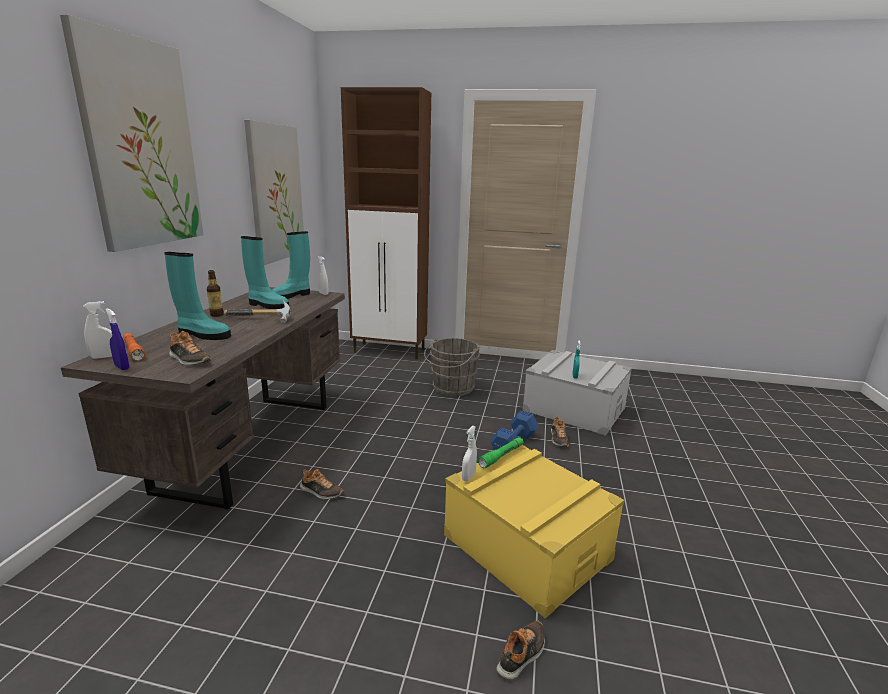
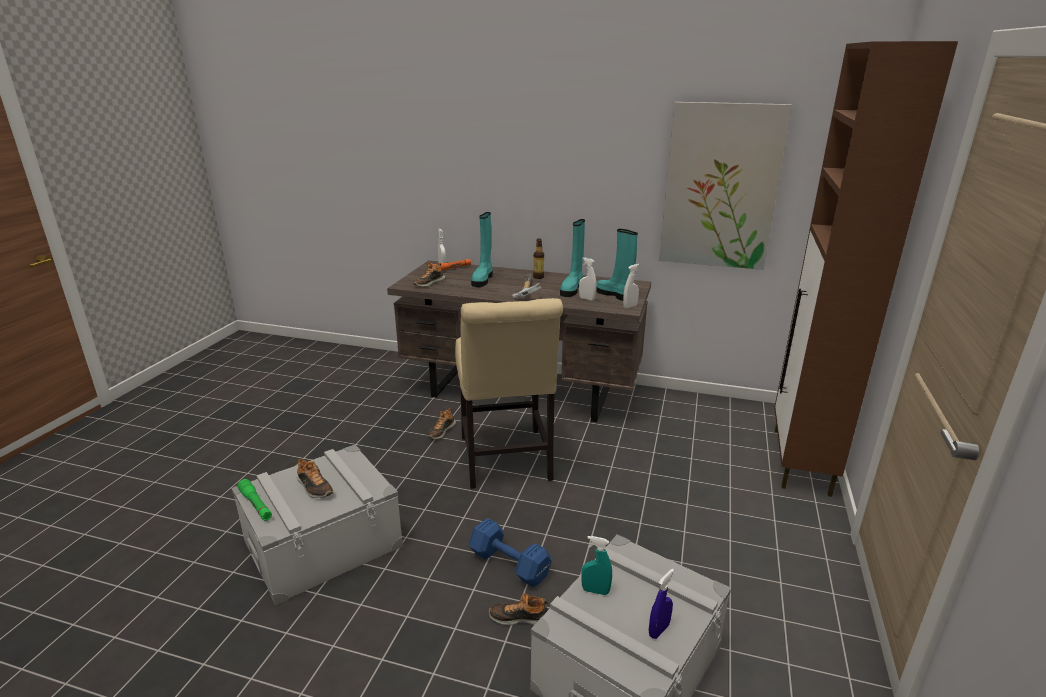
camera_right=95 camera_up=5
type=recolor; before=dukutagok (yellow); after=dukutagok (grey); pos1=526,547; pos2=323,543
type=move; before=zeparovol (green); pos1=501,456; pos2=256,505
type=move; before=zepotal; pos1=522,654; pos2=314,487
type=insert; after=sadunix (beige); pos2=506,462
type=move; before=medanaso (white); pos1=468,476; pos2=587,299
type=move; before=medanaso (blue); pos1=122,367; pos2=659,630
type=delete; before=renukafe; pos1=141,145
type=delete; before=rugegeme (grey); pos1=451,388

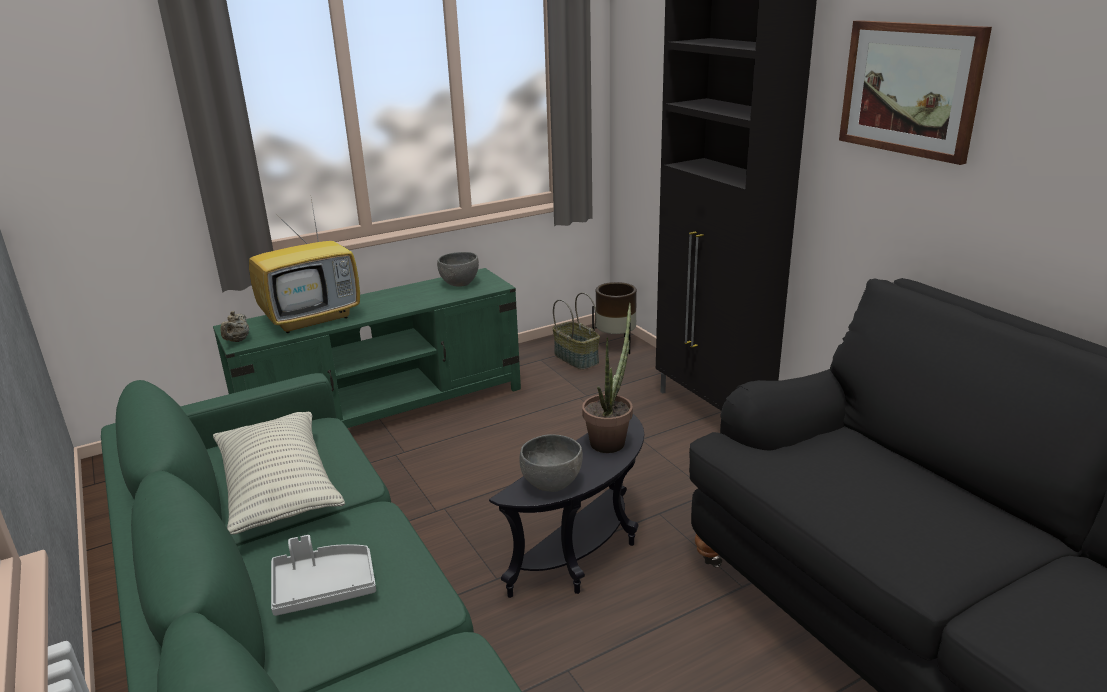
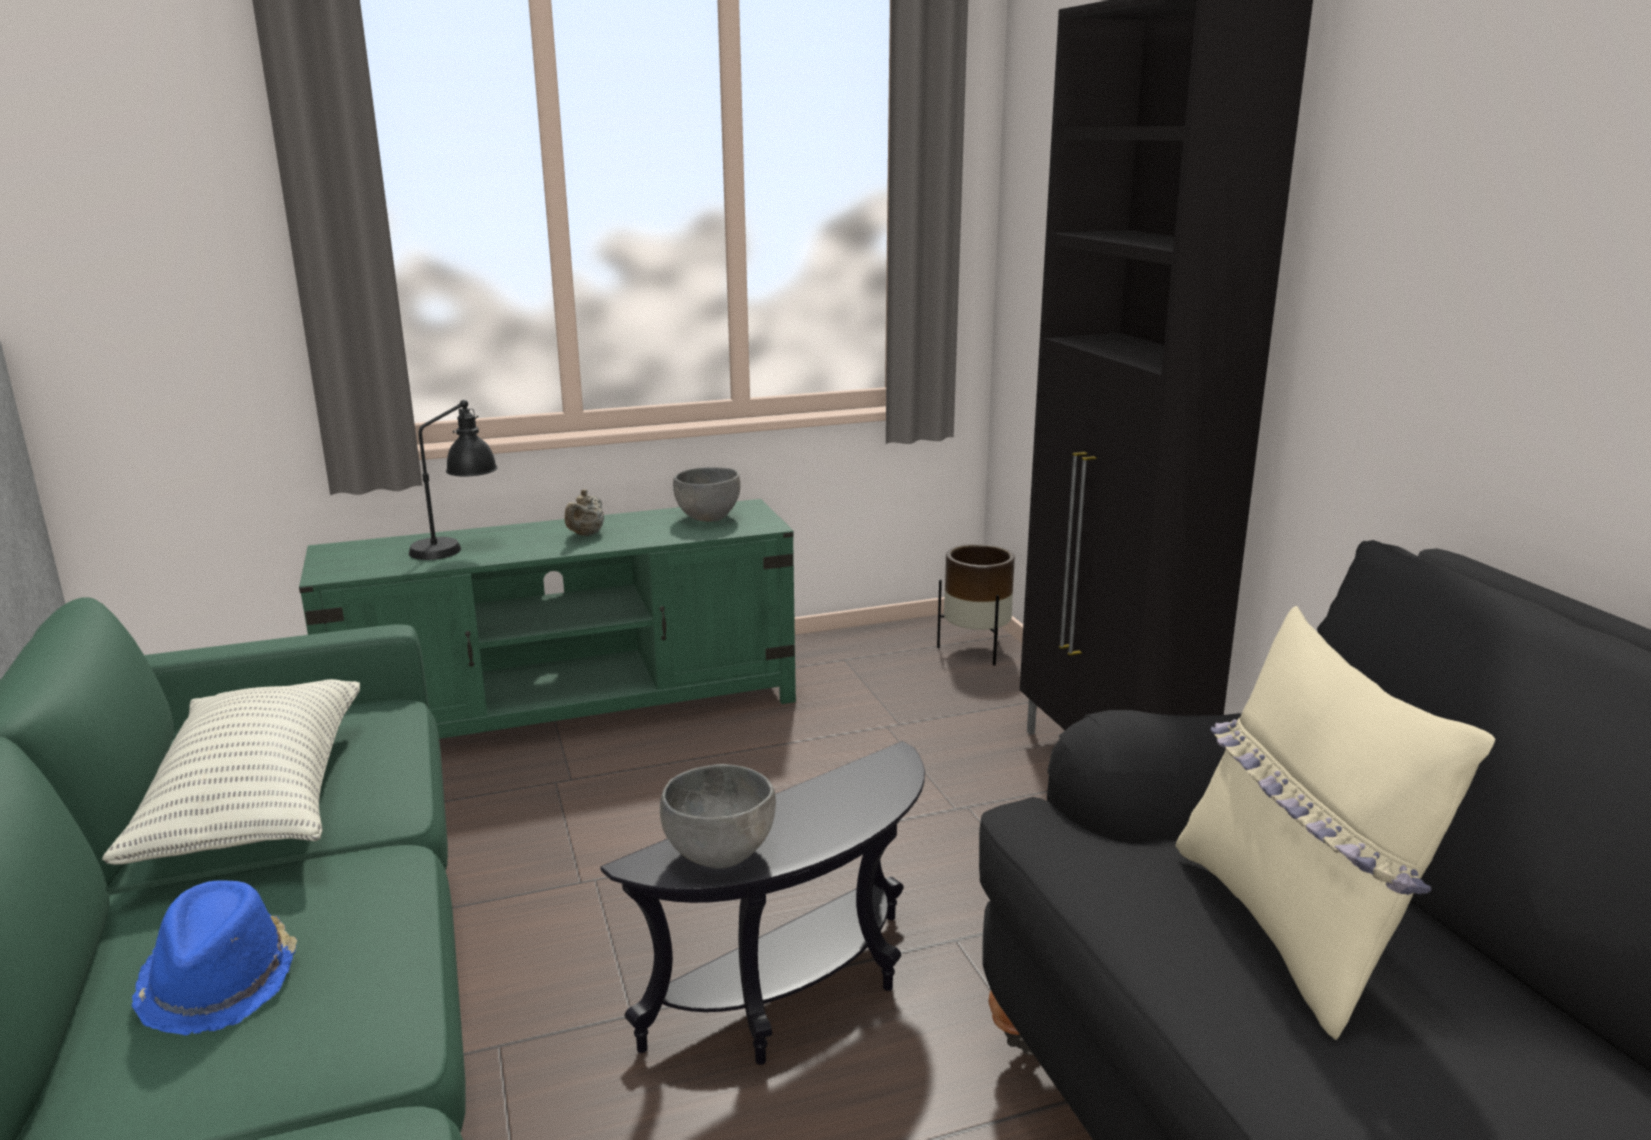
camera_right=10 camera_up=-5
type=replace; before=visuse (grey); after=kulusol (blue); pos1=324,587; pos2=221,981
type=replace; before=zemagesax; after=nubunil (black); pos1=313,318; pos2=458,548
type=move; before=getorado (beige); pos1=237,340; pos2=586,534
type=insert; after=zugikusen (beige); pos2=1291,928
type=delete; before=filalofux; pos1=577,358
type=delete; before=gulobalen; pos1=610,439
type=delete; before=renukafe; pos1=910,89

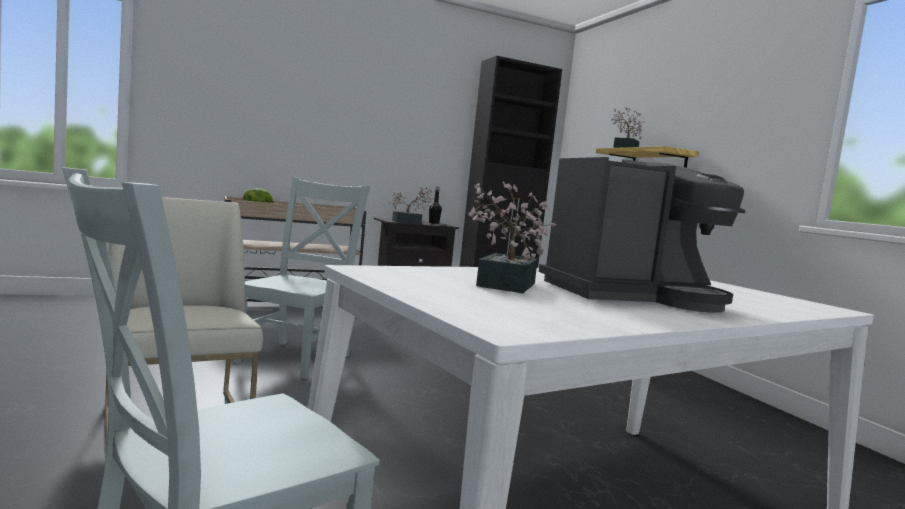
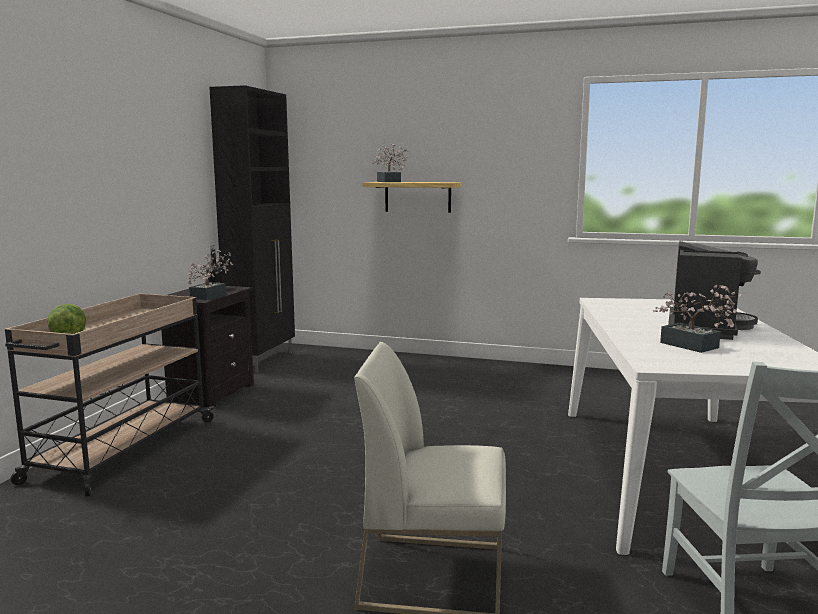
camera_right=-50 camera_up=5
type=delete; before=sadunix (grey); pos1=297,358

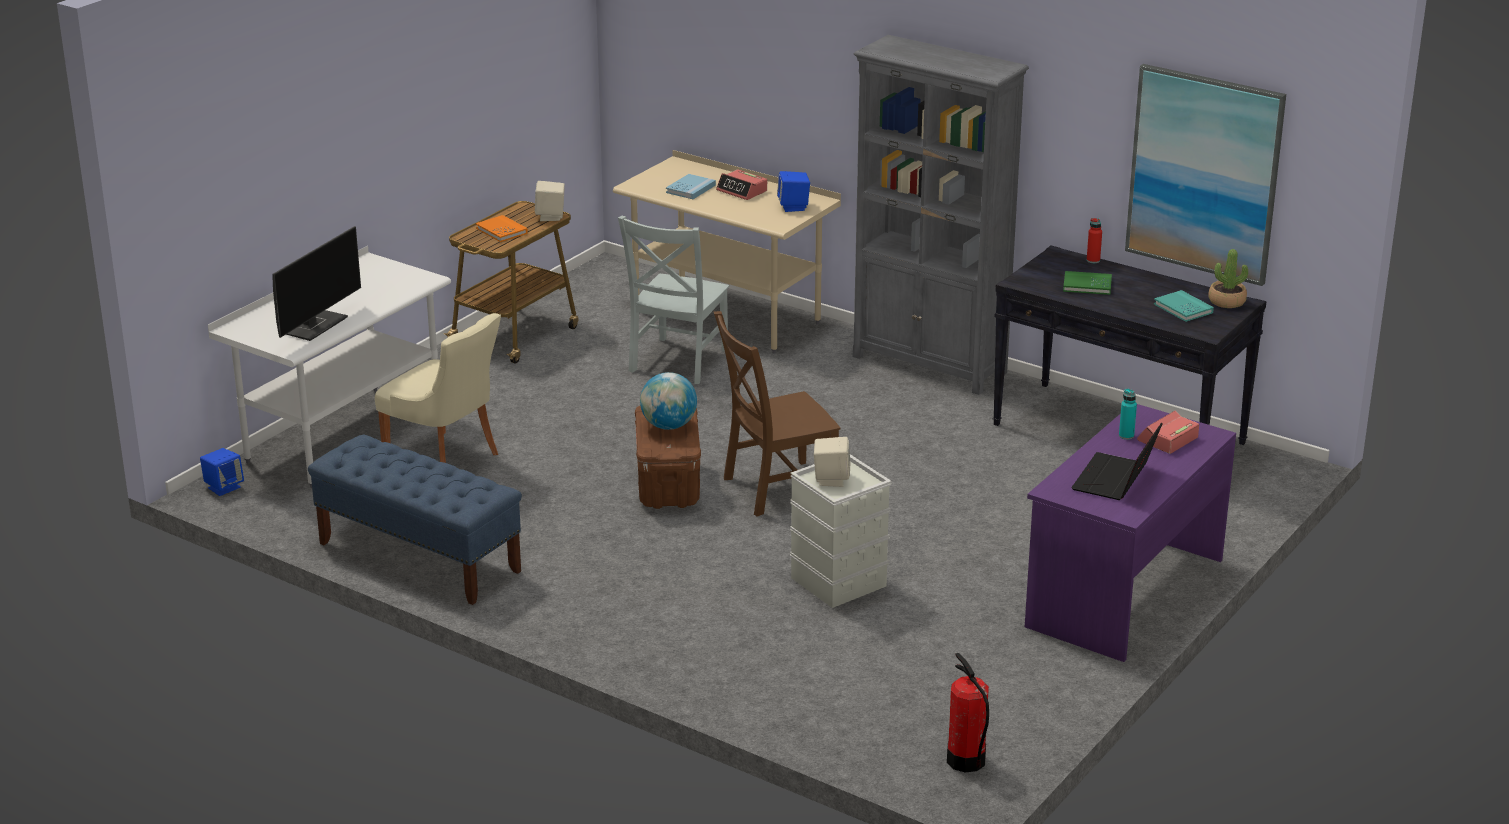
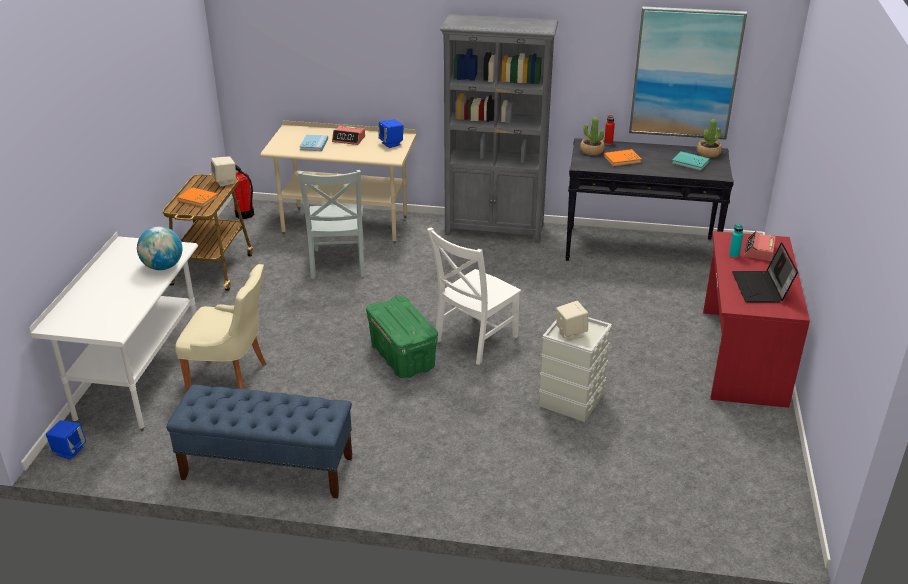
camera_right=-25 camera_up=5
type=move; before=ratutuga; pos1=669,426; pos2=163,267
type=move; before=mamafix; pos1=966,761; pos2=244,214
type=recolor; before=dukutagok (brown); after=dukutagok (green); pos1=667,485; pos2=402,356
type=recolor; before=sadunix (brown); after=sadunix (white); pos1=775,489; pos2=473,340
type=insert; after=gulobalen; pos2=591,151
type=recolor; before=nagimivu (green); after=nagimivu (orange); pos1=1087,285; pos2=622,159
type=recolor; before=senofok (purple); after=senofok (red); pos1=1123,592; pos2=741,356
type=delete; before=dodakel; pos1=314,325

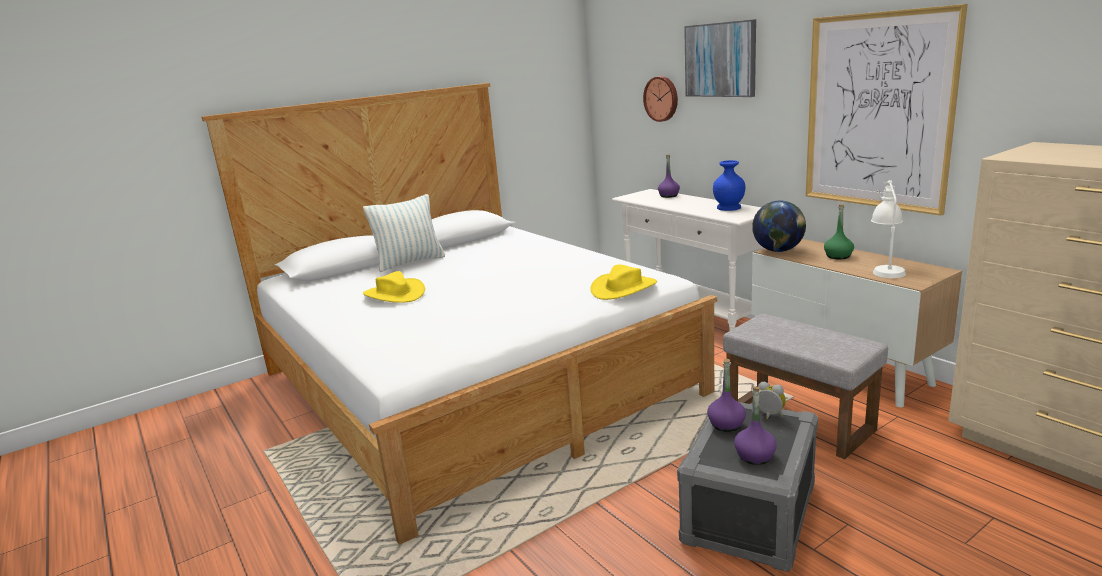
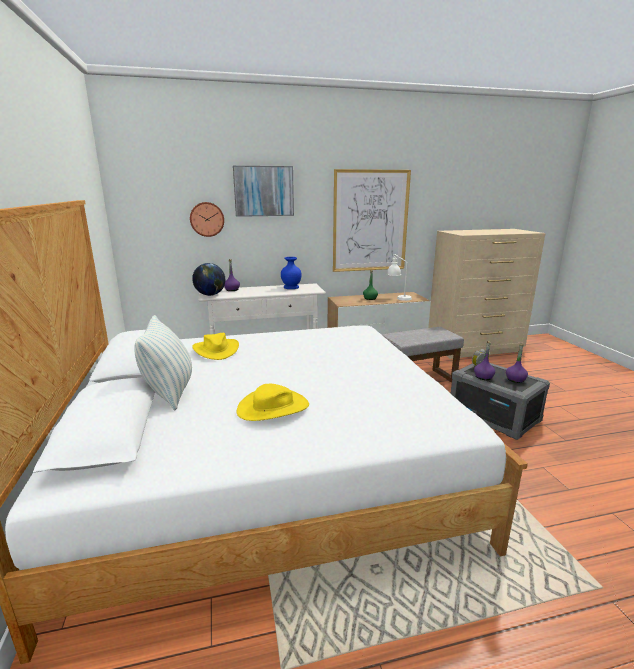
camera_right=-70 camera_up=0
type=move; before=ratutuga; pos1=778,251; pos2=210,295
type=move; before=kulusol (yellow); pos1=623,288; pos2=216,350

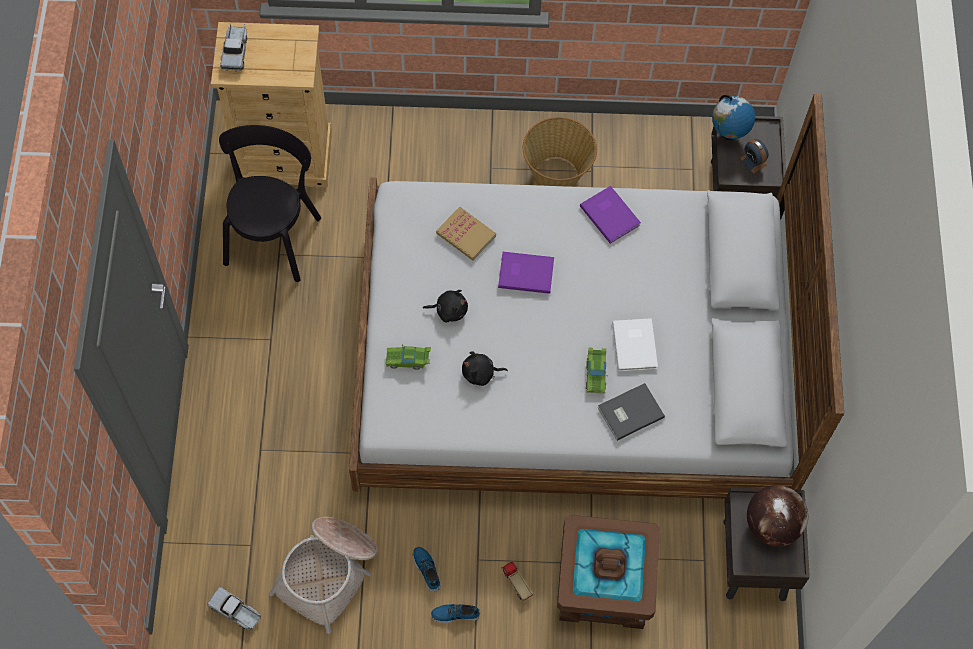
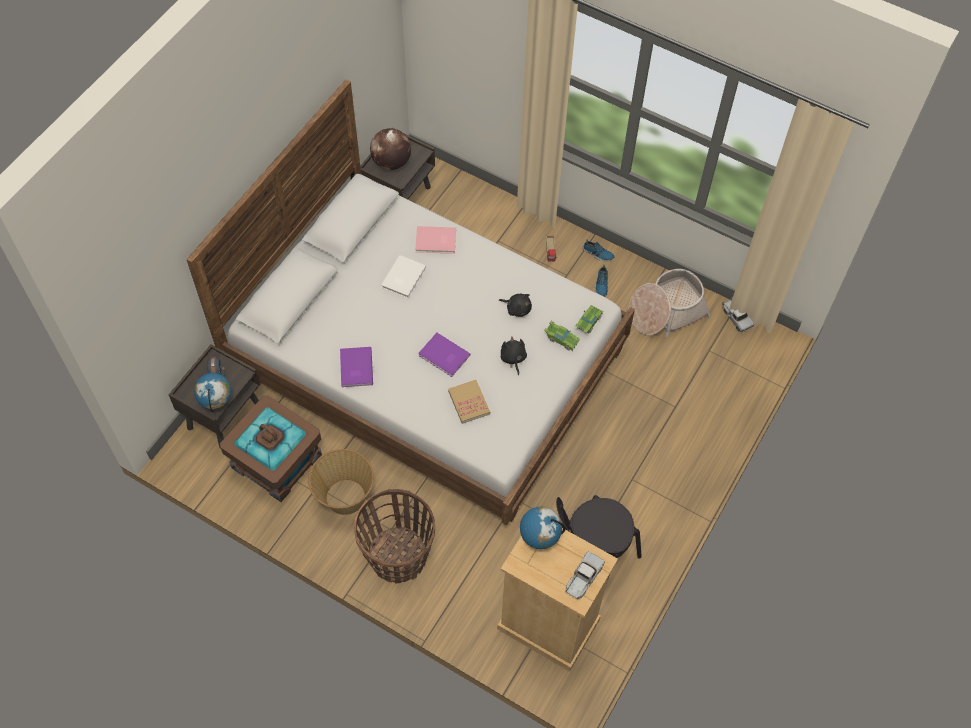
camera_right=-150 camera_up=-5
type=move; before=dukutagok (brown); pos1=603,584; pos2=277,461
type=insert; after=filalofux; pos2=398,556
type=recolor; before=nagimivu (grey); after=nagimivu (pink); pos1=629,412; pos2=436,241
type=rotate; before=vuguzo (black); pos1=449,310; pos2=513,359; turn=45
type=insert; after=ratutuga; pos2=539,539
type=move; before=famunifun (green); pos1=595,374; pos2=588,323

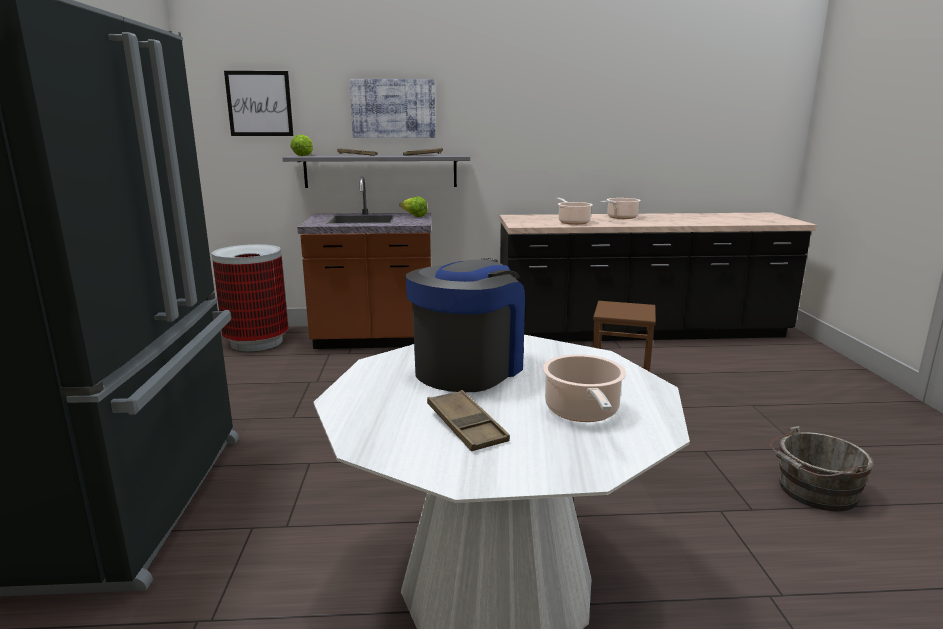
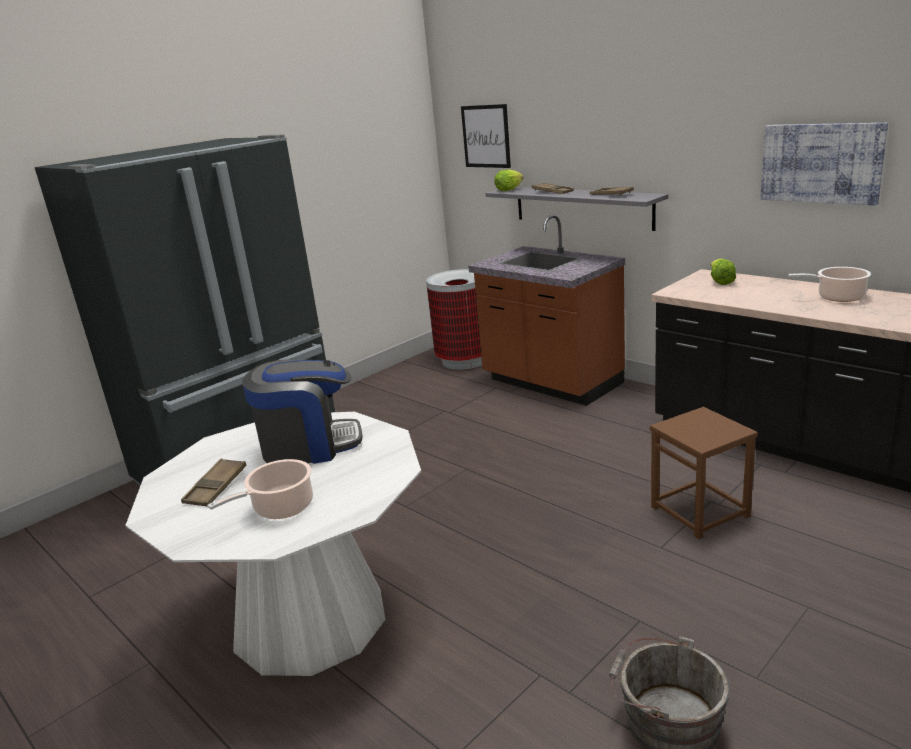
camera_right=50 camera_up=5
type=move; before=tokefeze; pos1=413,216; pos2=720,282
type=move; before=renukafe; pos1=393,108; pos2=821,163
type=delete; before=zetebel; pos1=573,222

